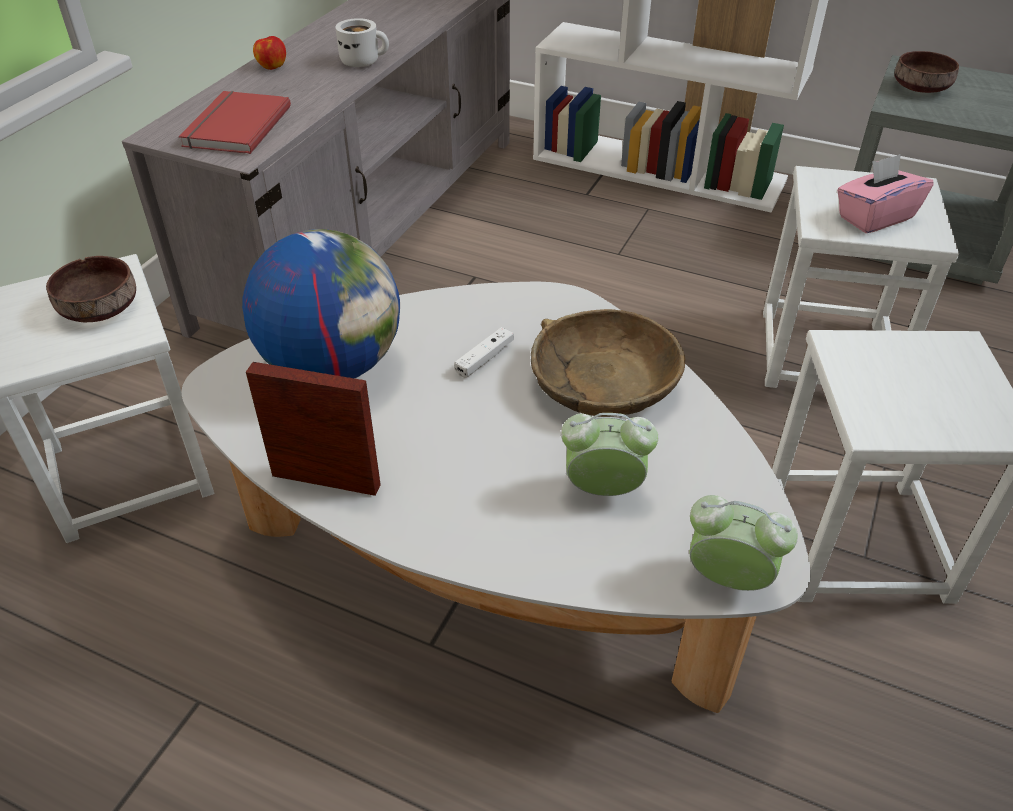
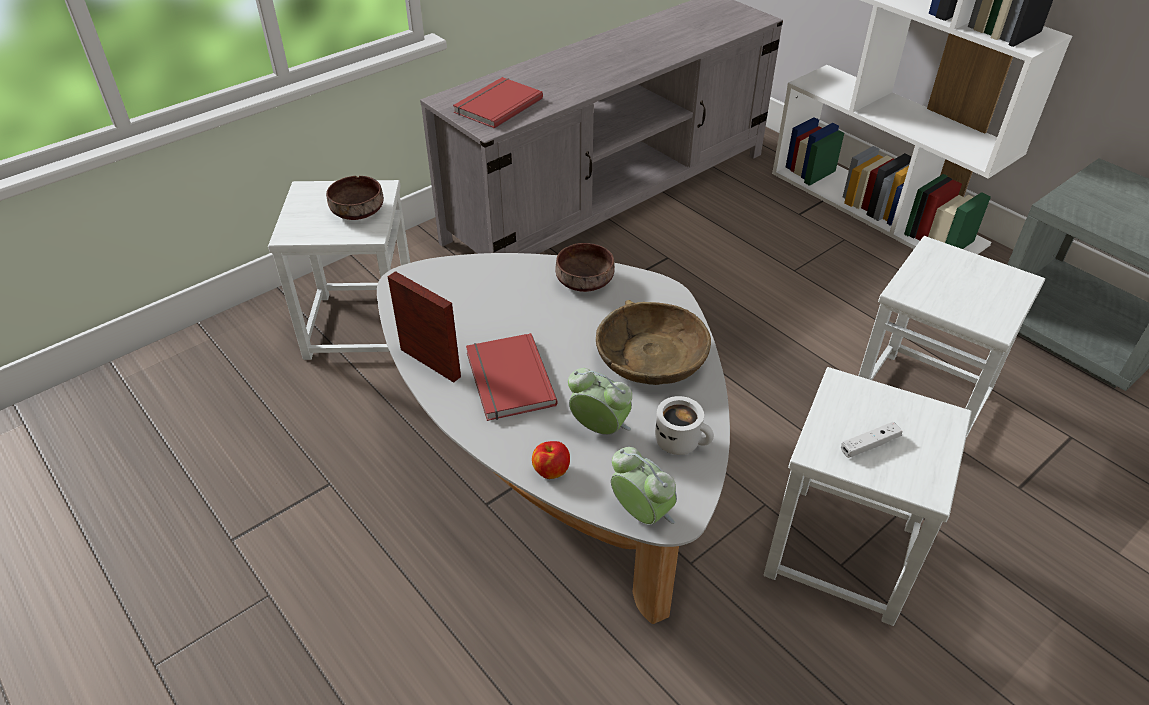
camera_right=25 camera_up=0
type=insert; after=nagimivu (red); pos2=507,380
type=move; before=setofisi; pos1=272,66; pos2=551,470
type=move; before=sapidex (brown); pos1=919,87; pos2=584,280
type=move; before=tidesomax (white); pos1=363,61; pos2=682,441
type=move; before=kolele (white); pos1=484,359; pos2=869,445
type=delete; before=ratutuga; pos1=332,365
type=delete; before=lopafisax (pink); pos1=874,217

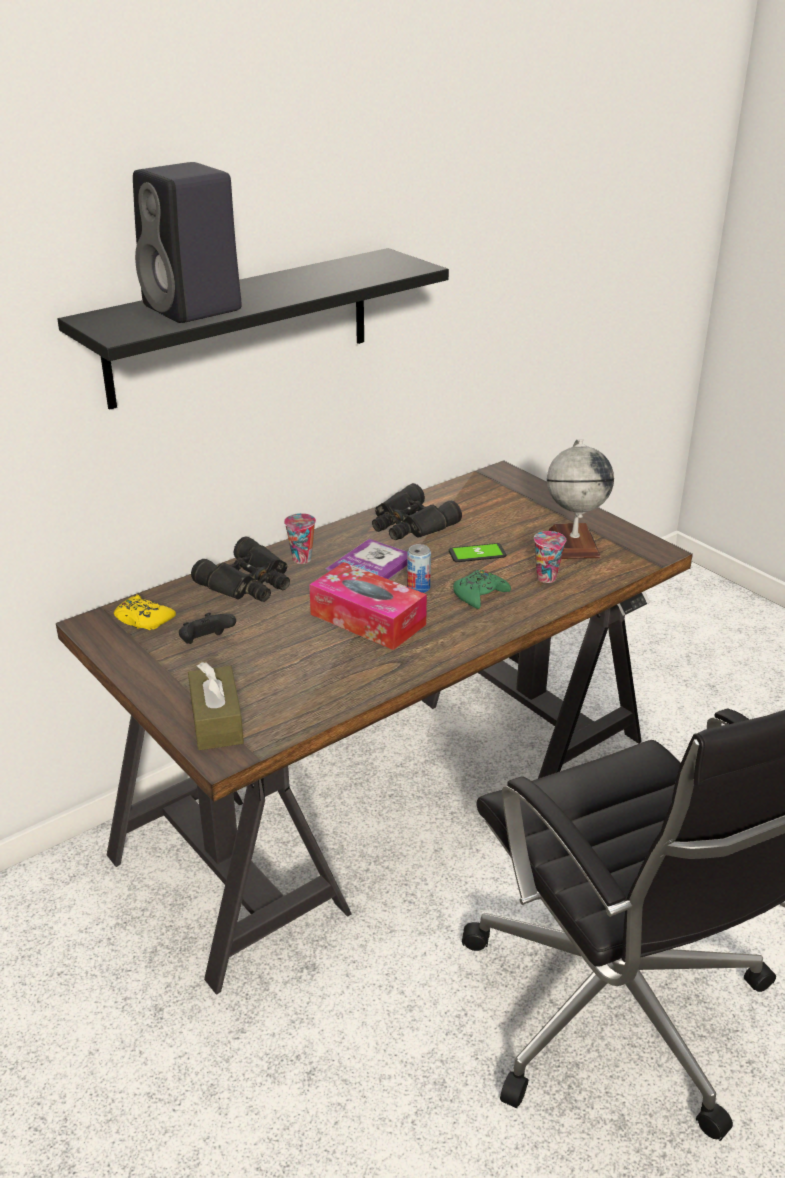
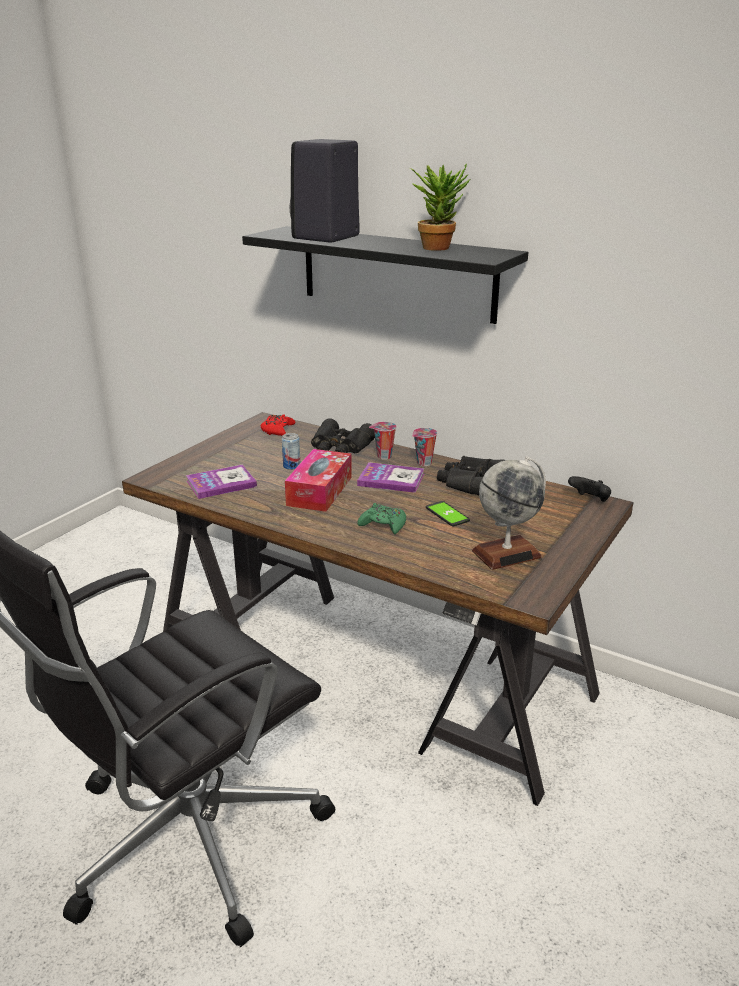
camera_right=70 camera_up=-5
type=insert; after=nagimivu; pos2=221,483
type=recolor; before=kolele (yellow); after=kolele (red); pos1=143,619; pos2=277,430
type=move; before=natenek; pos1=418,588; pos2=291,466
type=insert; after=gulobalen; pos2=439,247
type=move; before=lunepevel; pos1=547,578; pos2=423,463
type=move; before=kolele (black); pos1=206,643; pos2=589,500
type=delete; before=lopafisax (brown); pos1=216,721

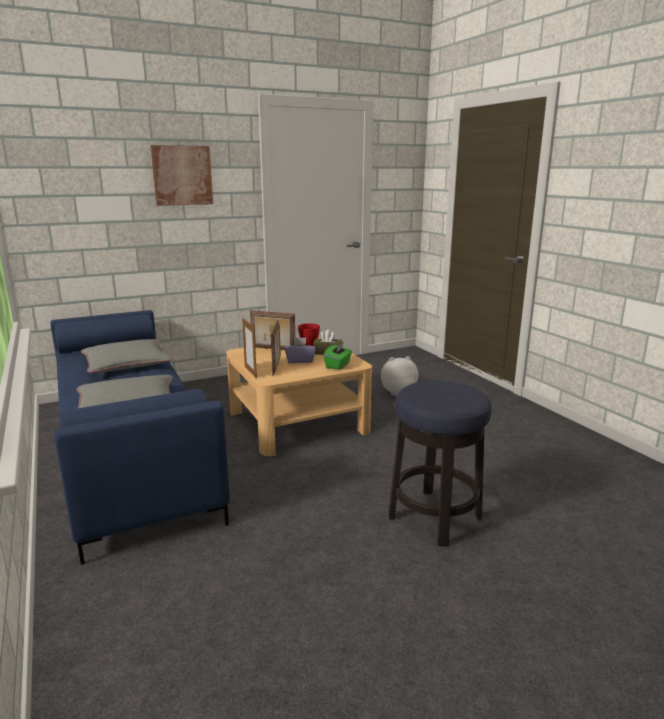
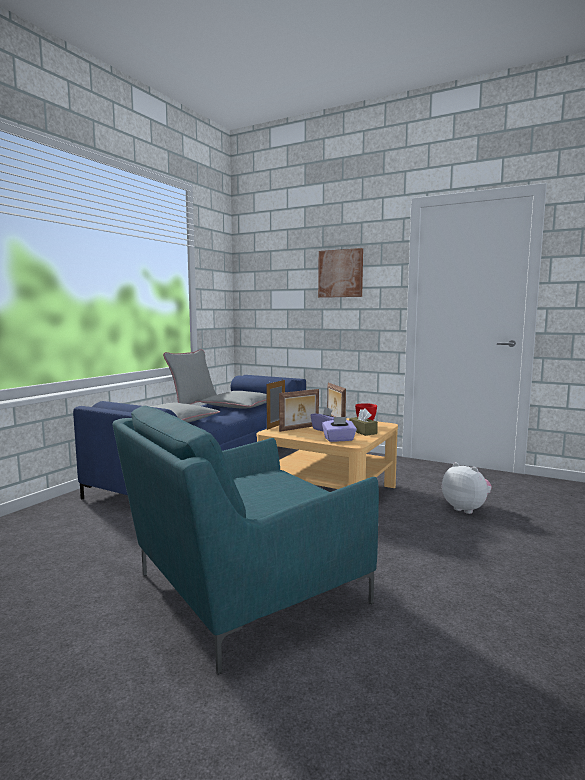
camera_right=55 camera_up=-10
type=replace; before=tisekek; after=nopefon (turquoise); pos1=434,517; pos2=242,591
type=insert; after=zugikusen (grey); pos2=193,404
type=recolor; before=lopafisax (green); after=lopafisax (purple); pos1=338,365; pos2=339,439

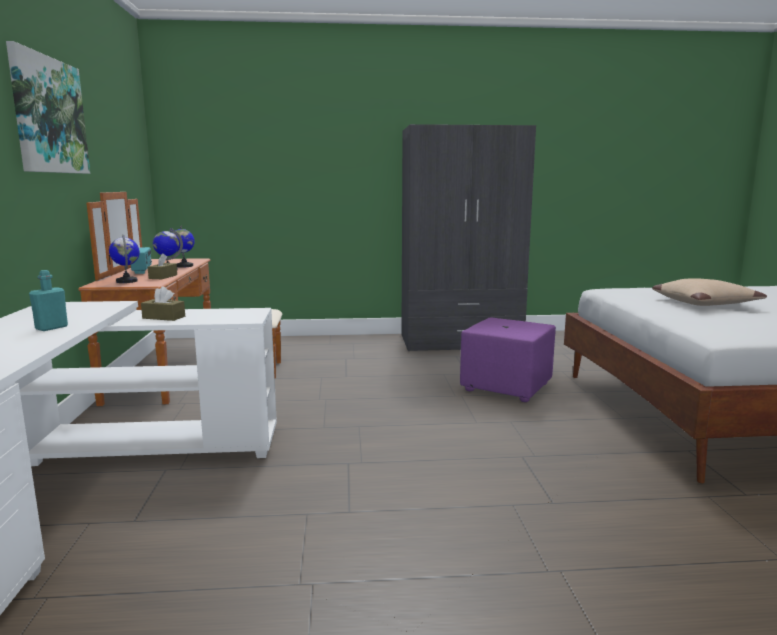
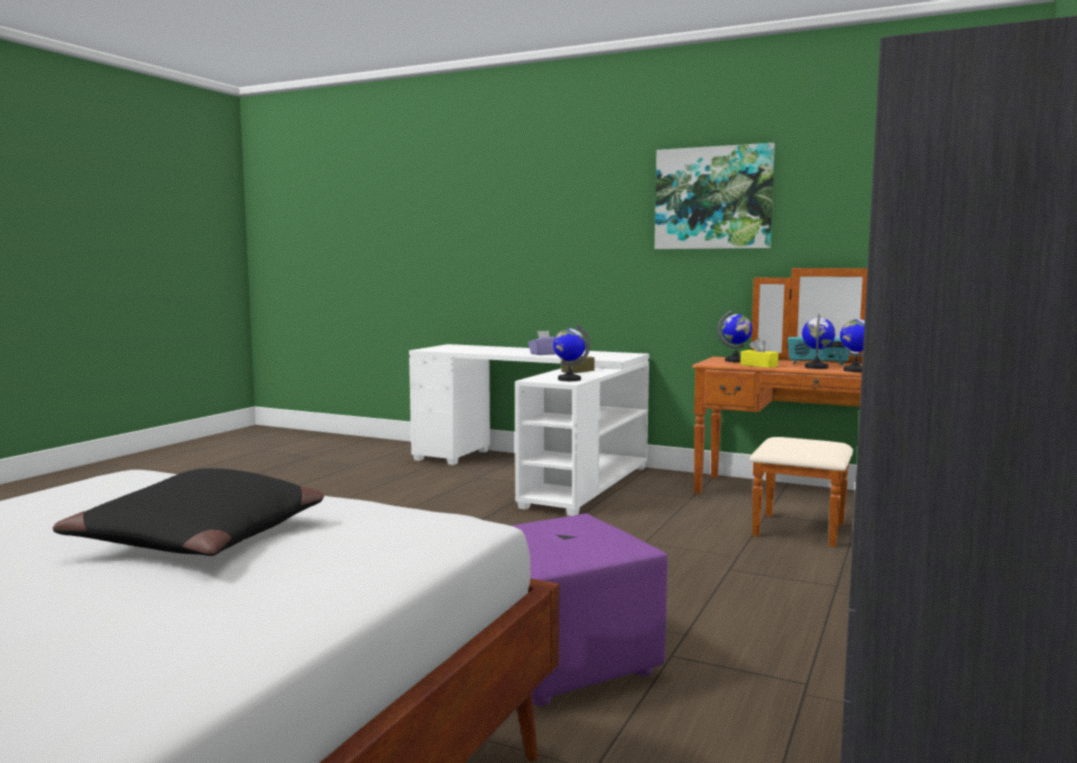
camera_right=120 camera_up=-5
type=recolor; before=zugikusen (beige); after=zugikusen (black); pos1=704,303; pos2=202,538
type=replace; before=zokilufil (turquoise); after=lopafisax (purple); pos1=51,328; pos2=544,354
type=insert; after=ratutuga; pos2=569,379
type=recolor; before=lopafisax (brown); after=lopafisax (yellow); pos1=163,277; pos2=759,365

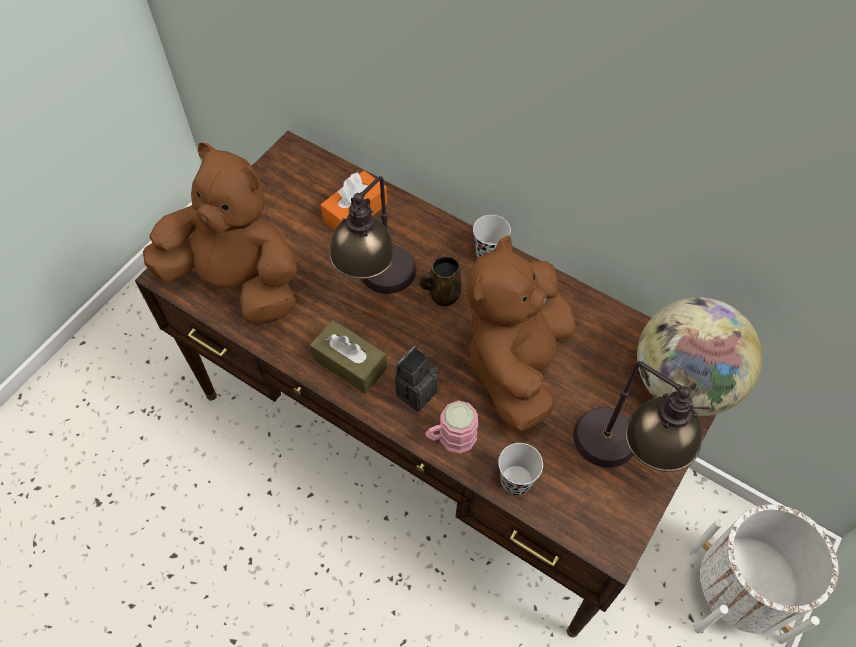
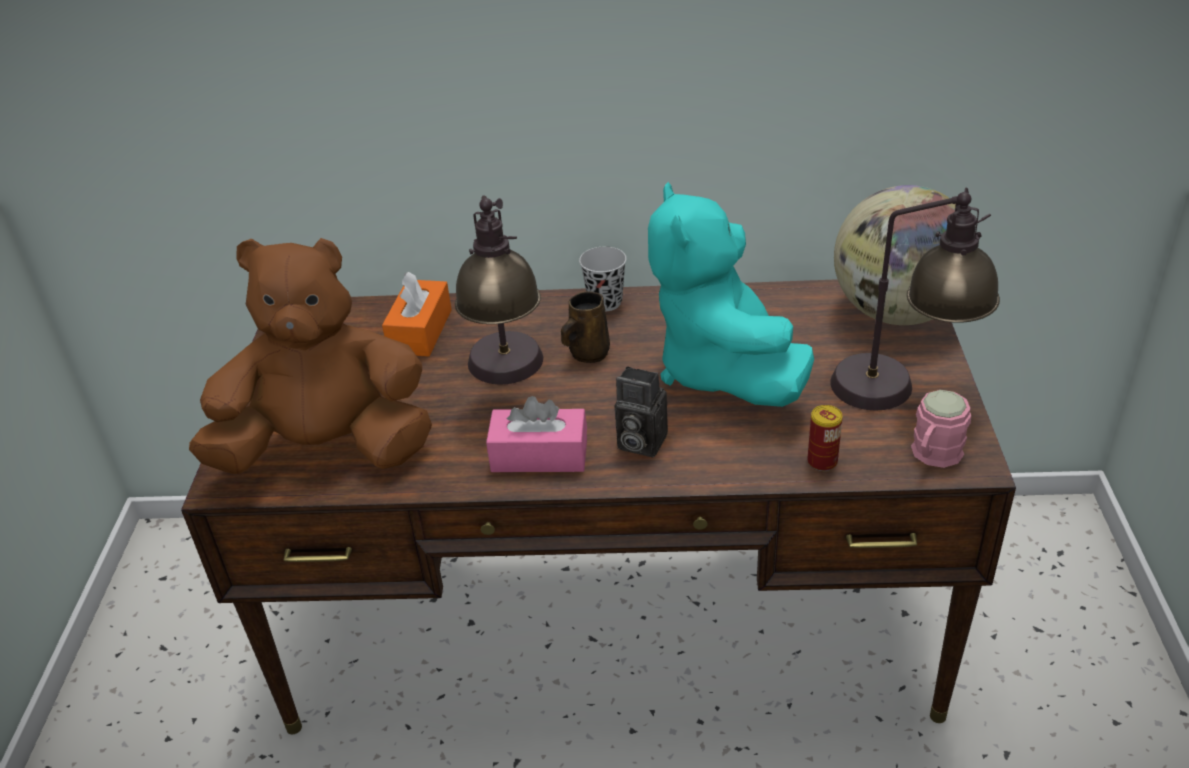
camera_right=-30 camera_up=-20
type=recolor; before=lopafisax (brown); after=lopafisax (pink); pos1=350,363; pos2=539,455
type=rotate; before=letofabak; pos1=415,391; pos2=638,442; turn=-75
type=recolor; before=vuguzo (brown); after=vuguzo (turquoise); pos1=516,363; pos2=722,371
type=replace; before=lunepevel (black); after=natenek; pos1=516,481; pos2=822,462
type=move; before=tidesomax (pink); pos1=451,438; pos2=933,456
type=delete; before=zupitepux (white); pos1=736,593

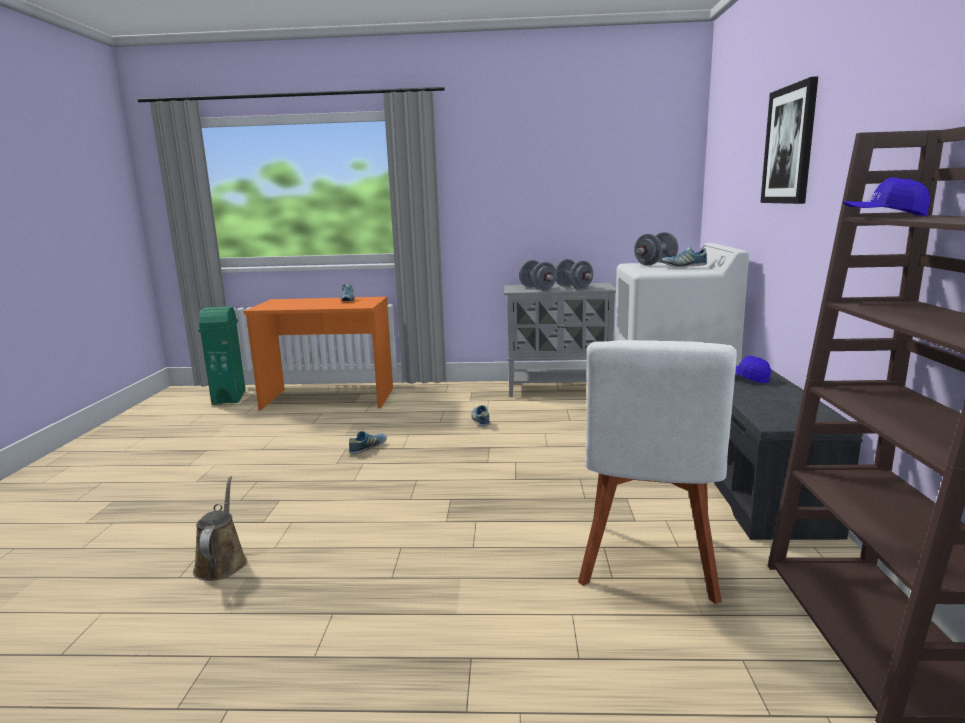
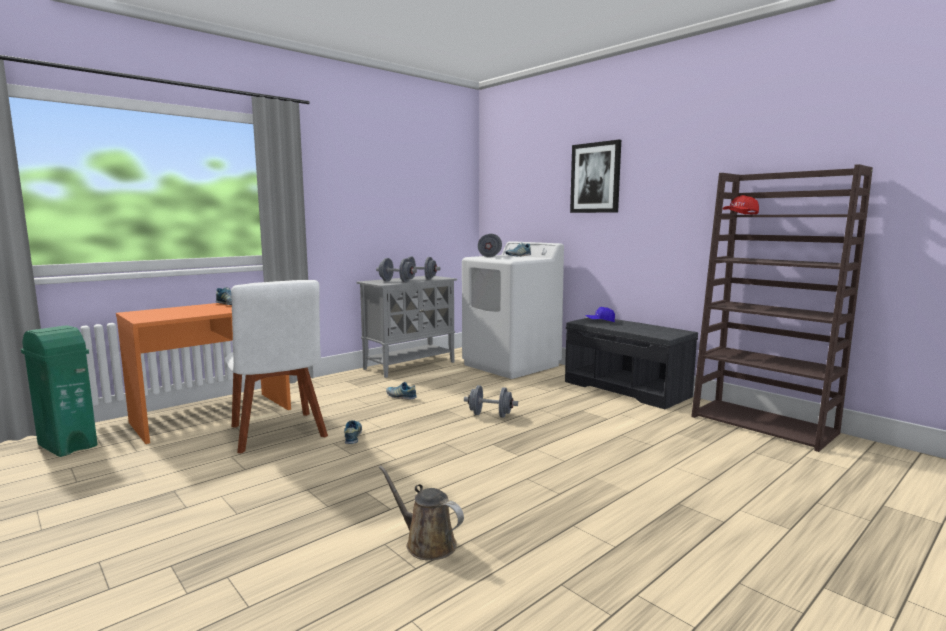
camera_right=-45 camera_up=-5
type=move; before=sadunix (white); pos1=648,564; pos2=278,433
type=insert; after=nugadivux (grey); pos2=490,415
type=recolor; before=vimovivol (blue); after=vimovivol (red); pos1=884,217; pos2=740,214

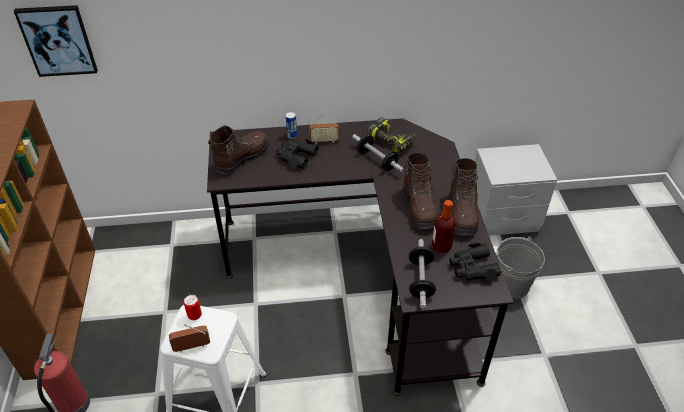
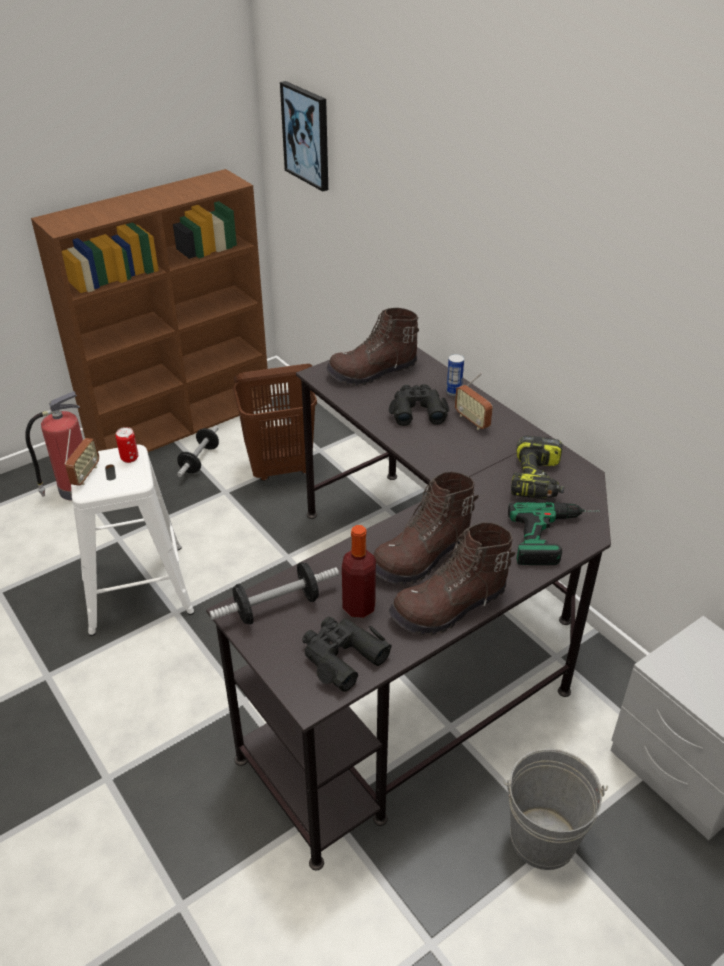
camera_right=60 camera_up=-5
type=rotate; before=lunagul; pos1=192,347; pos2=85,475; turn=60
type=move; before=nugadivux; pos1=377,160; pos2=199,460
type=insert; after=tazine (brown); pos2=281,468
type=rotate; before=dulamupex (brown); pos1=241,158; pos2=372,372; turn=150
type=insert; after=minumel; pos2=557,537

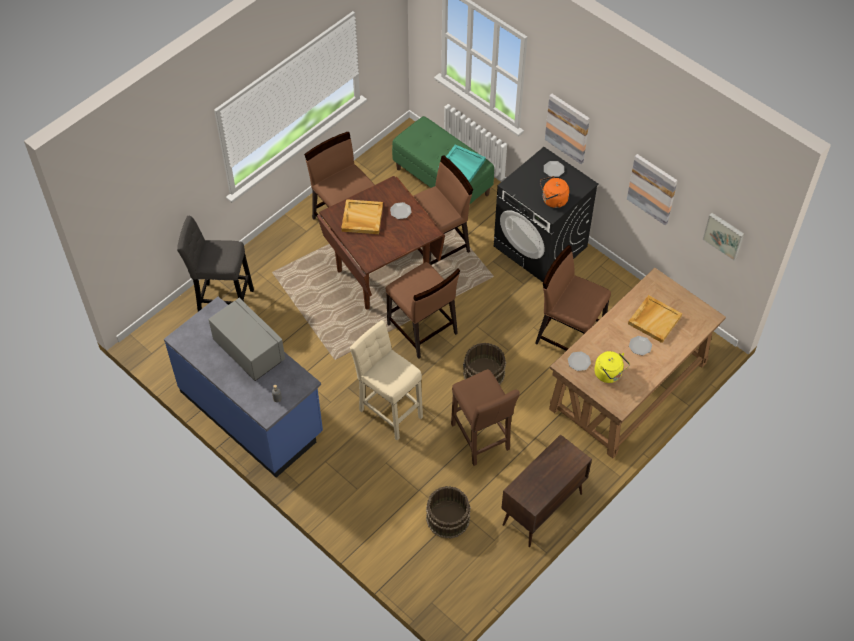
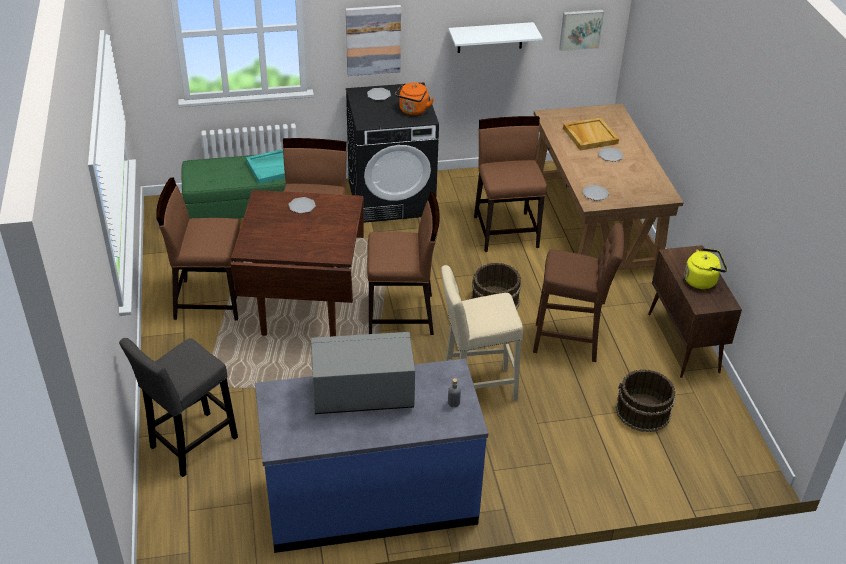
camera_right=-55 camera_up=-15
type=replace; before=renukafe; after=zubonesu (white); pos1=652,188; pos2=490,37
type=rotate; before=sadunix (brown); pos1=569,336; pos2=506,231; turn=105
type=move; before=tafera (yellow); pos1=609,374; pos2=702,280
type=delete; before=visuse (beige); pos1=362,218

